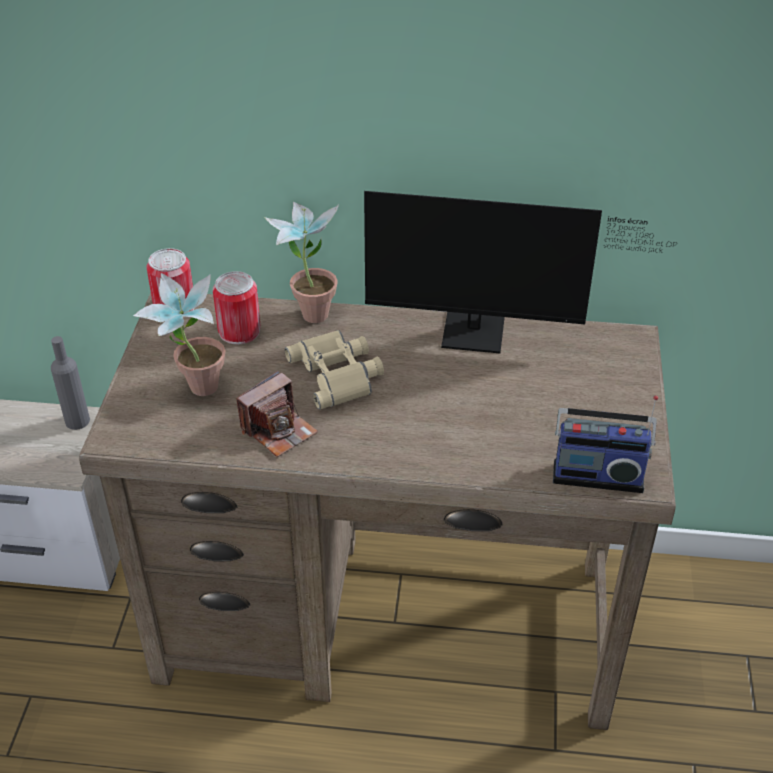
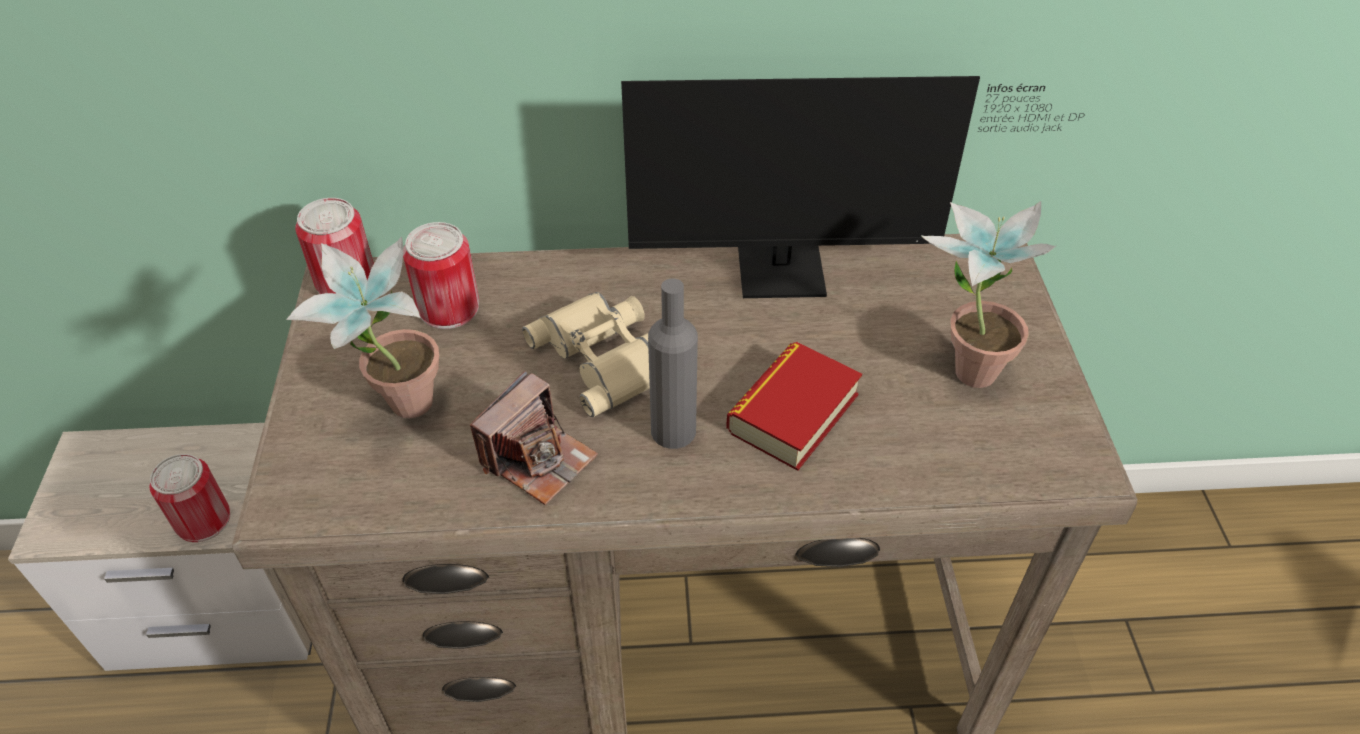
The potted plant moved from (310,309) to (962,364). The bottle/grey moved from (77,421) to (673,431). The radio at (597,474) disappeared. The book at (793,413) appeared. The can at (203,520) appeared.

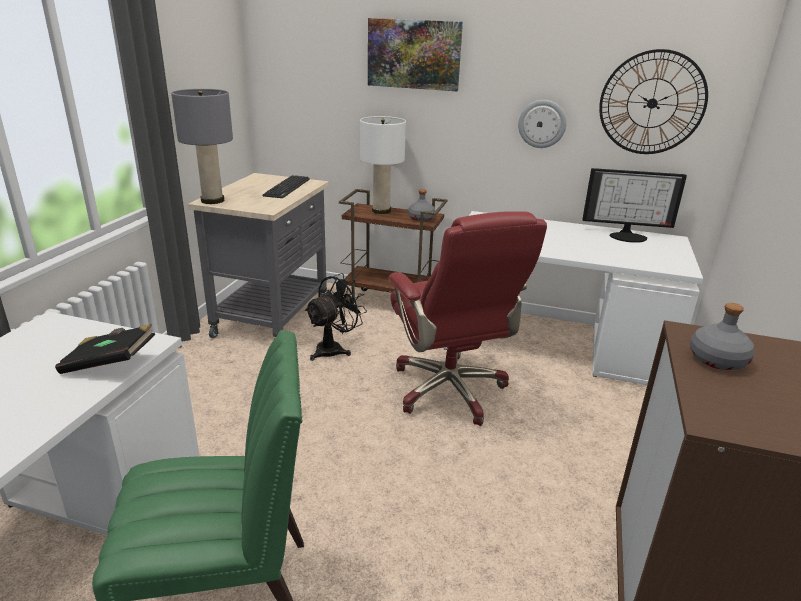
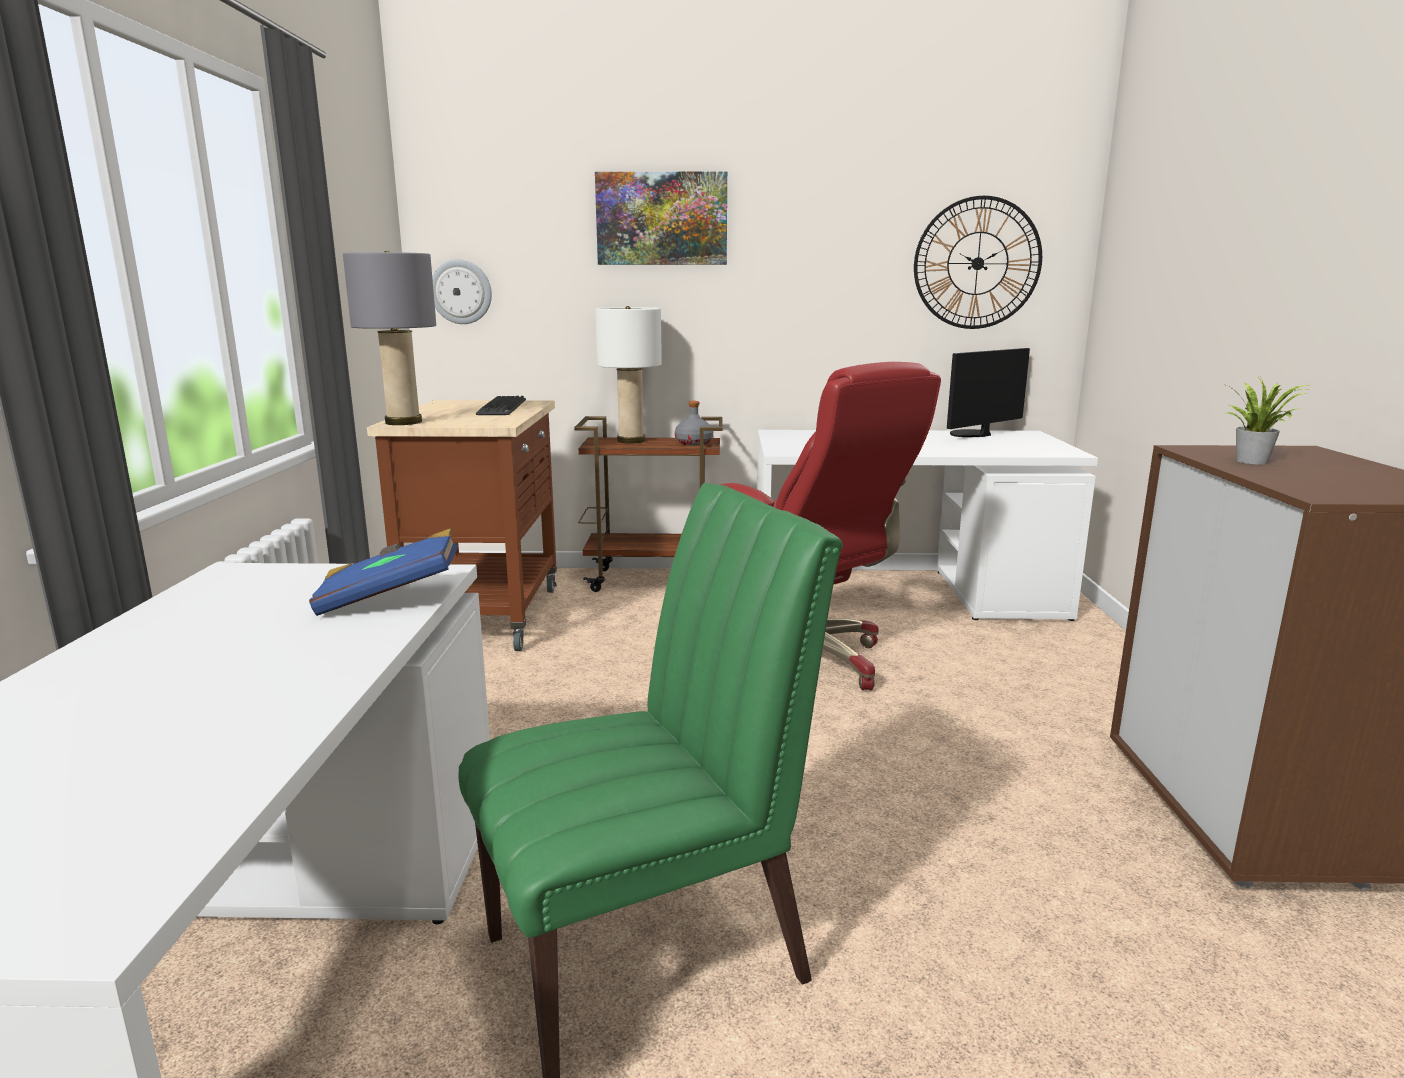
The wall clock moved from (542,124) to (461,292). The monitor at (628,236) turned 150 degrees clockwise. The cart/grey at (271,318) became the cart/brown at (484,616). The fan/black at (334,349) disappeared. The bottle/grey at (716,359) was replaced by the potted plant at (1254,461). The book/black at (110,363) became the book/blue at (390,598).

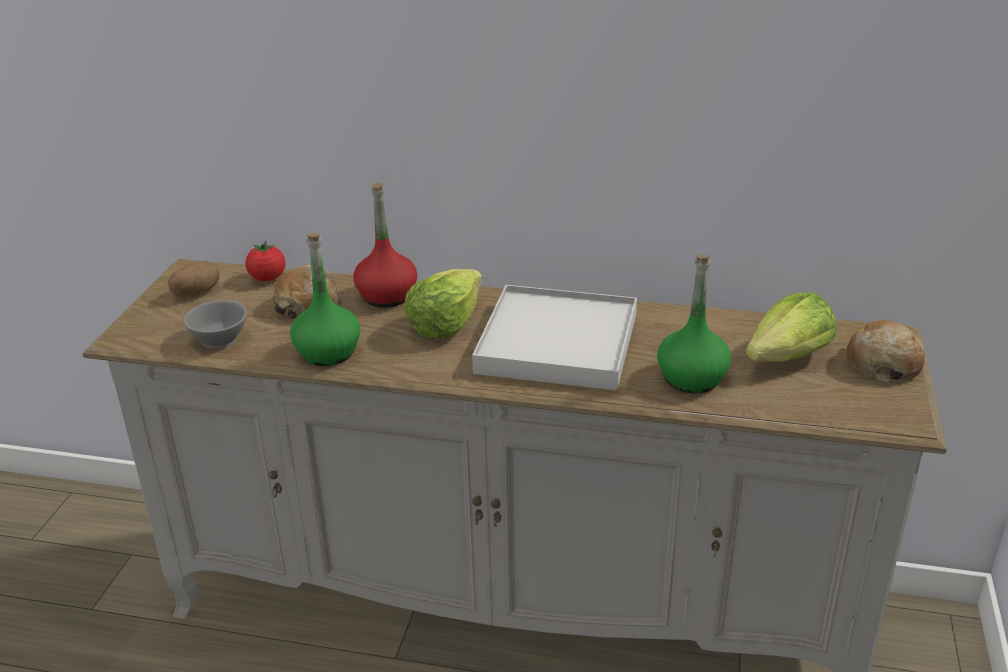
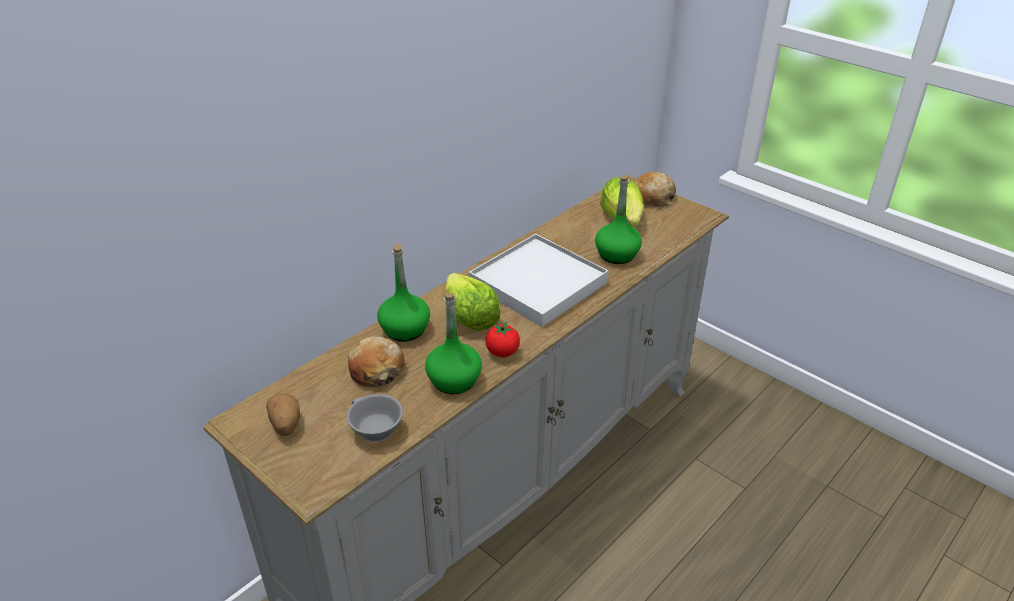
The bottle/red at (387,296) became the bottle/green at (405,330). The tomato moved from (267,278) to (502,352).

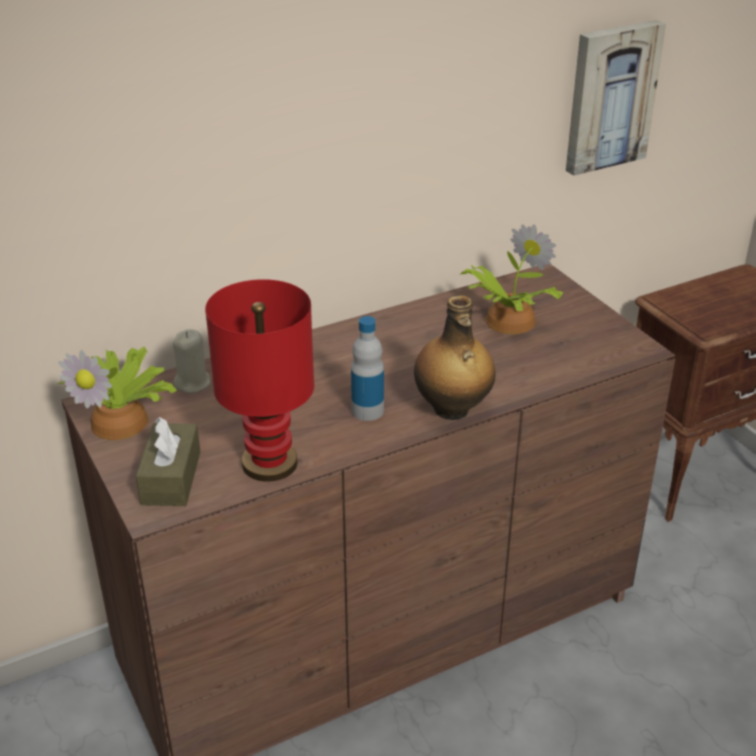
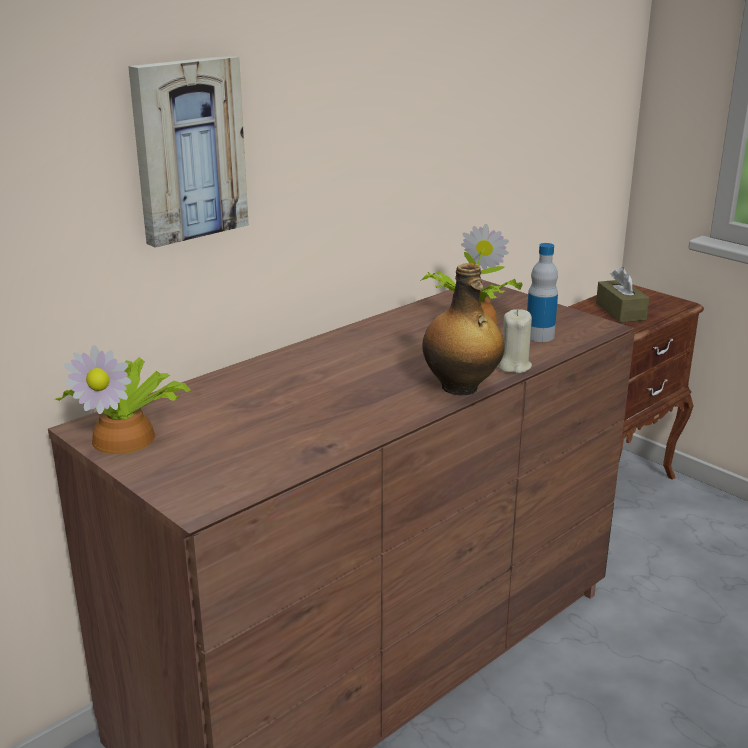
The picture moved from (610,96) to (187,149). The table lamp/red at (270,464) disappeared. The bottle moved from (367,411) to (539,336). The candle/beige moved from (192,383) to (513,366). The tissue box/brown moved from (171,478) to (620,311).

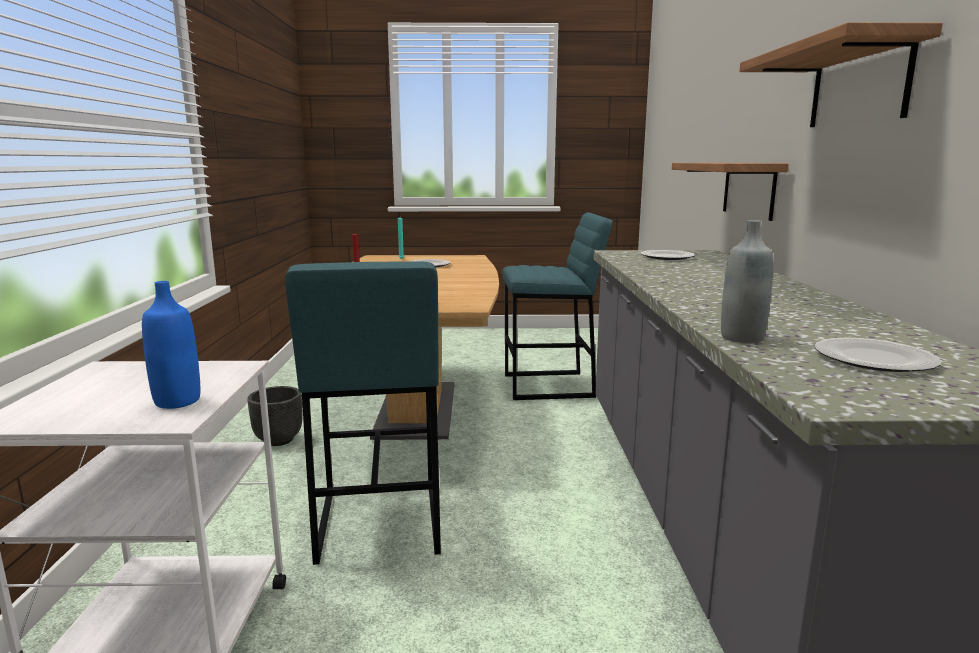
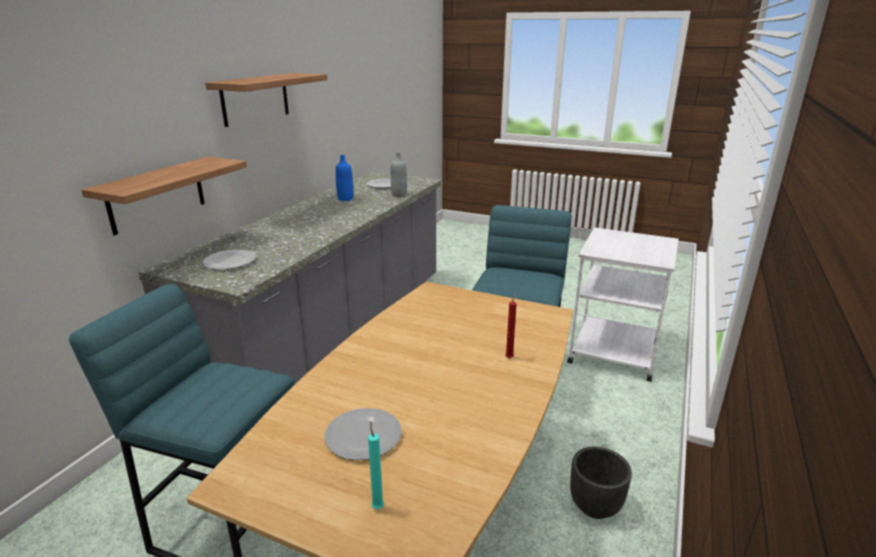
The bottle/blue moved from (177,401) to (345,199).

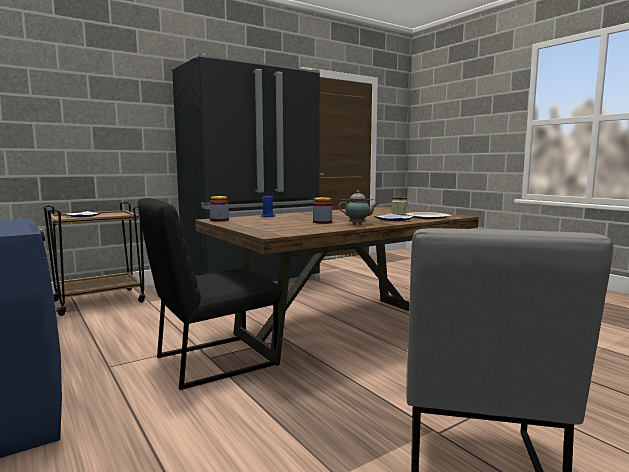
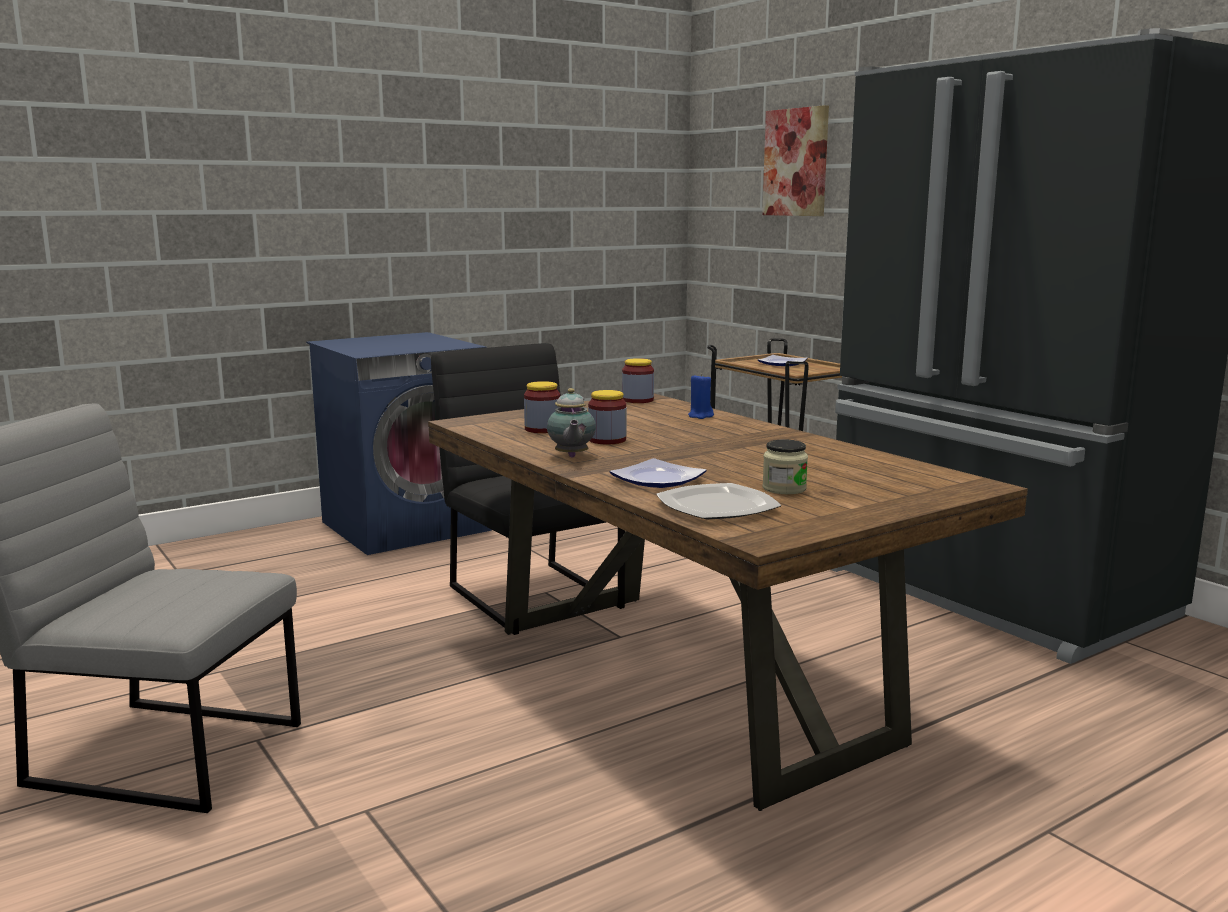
The picture at (796,162) appeared. The jar at (542,429) appeared.

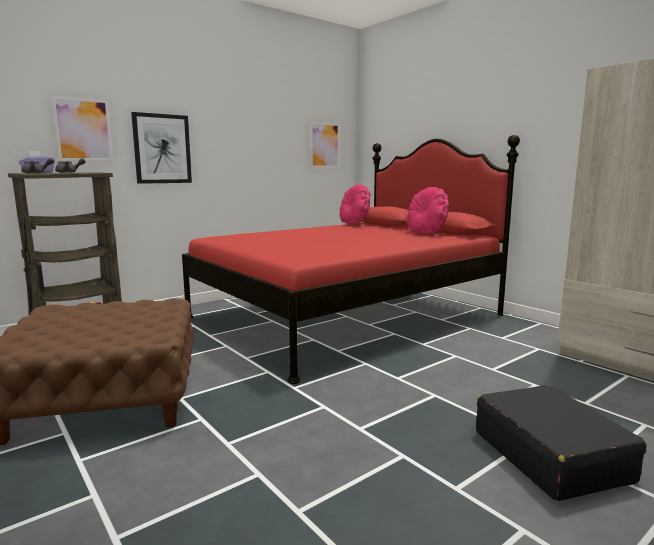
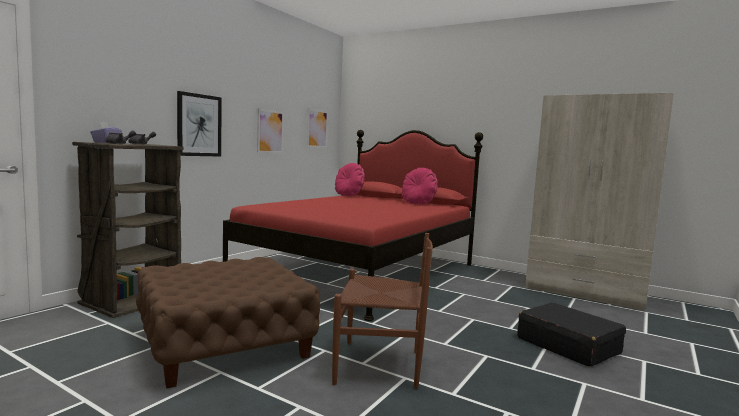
The picture moved from (83,130) to (270,131). The chair/brown at (380,366) appeared.

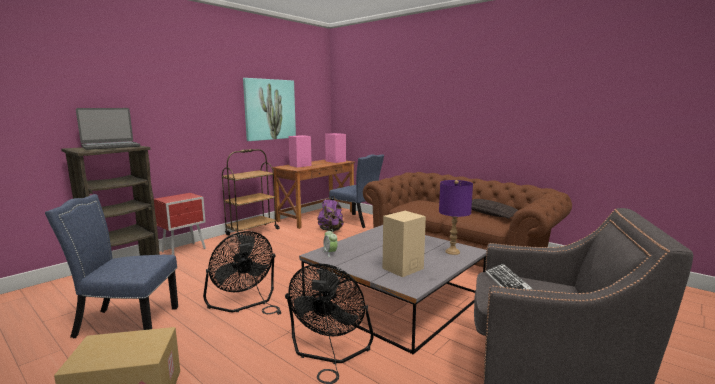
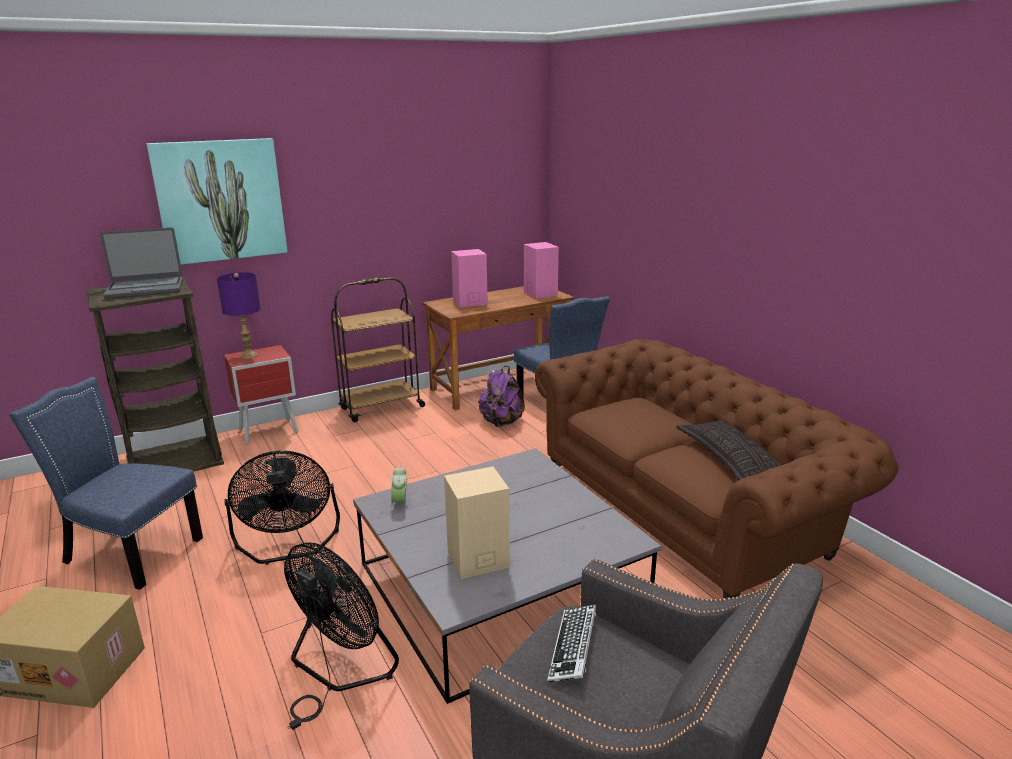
The picture moved from (269,109) to (220,200). The table lamp/purple moved from (452,252) to (249,355).

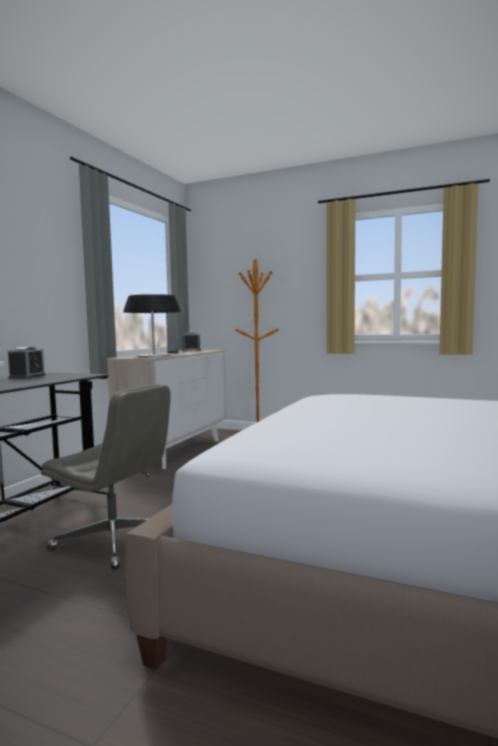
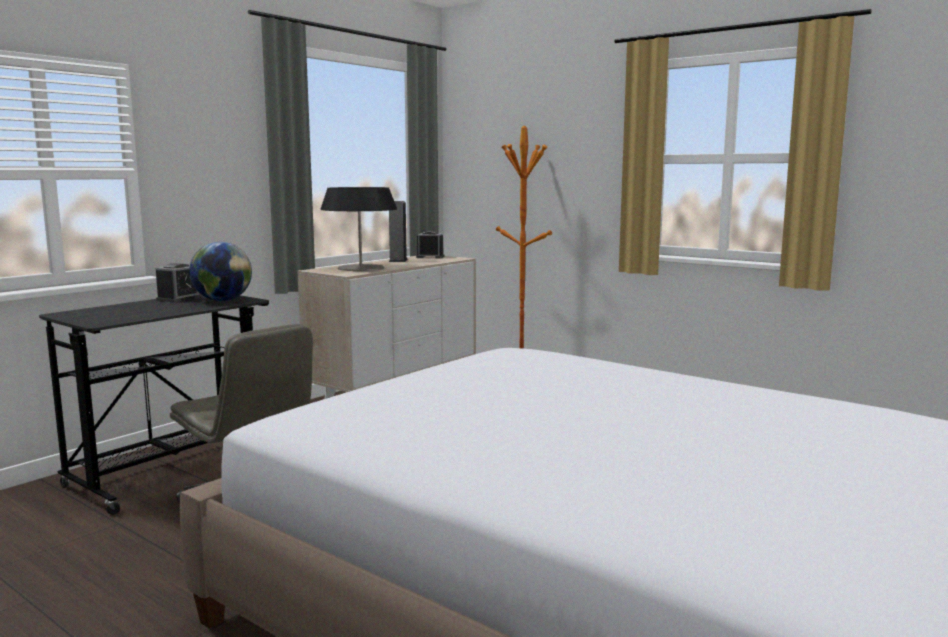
The globe at (222,300) appeared.

